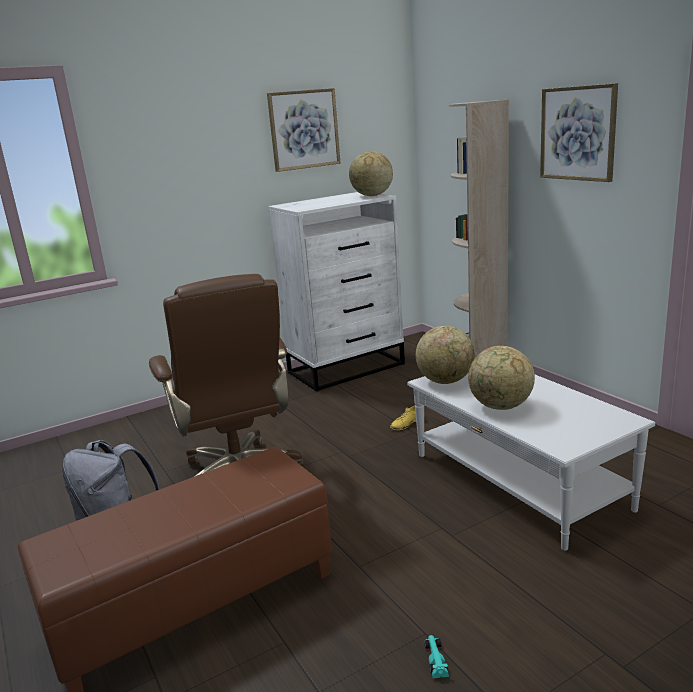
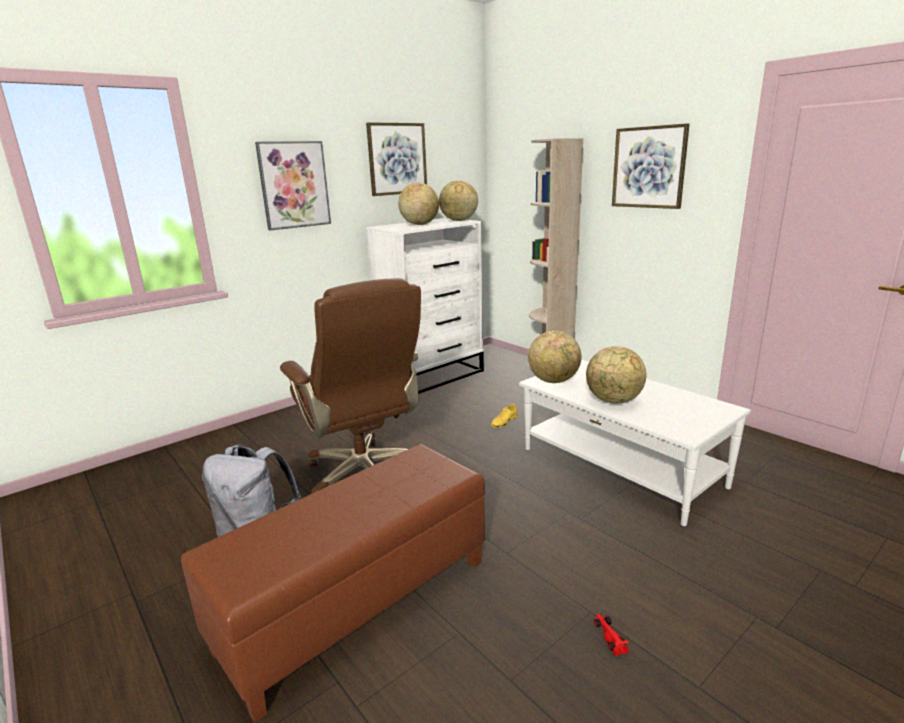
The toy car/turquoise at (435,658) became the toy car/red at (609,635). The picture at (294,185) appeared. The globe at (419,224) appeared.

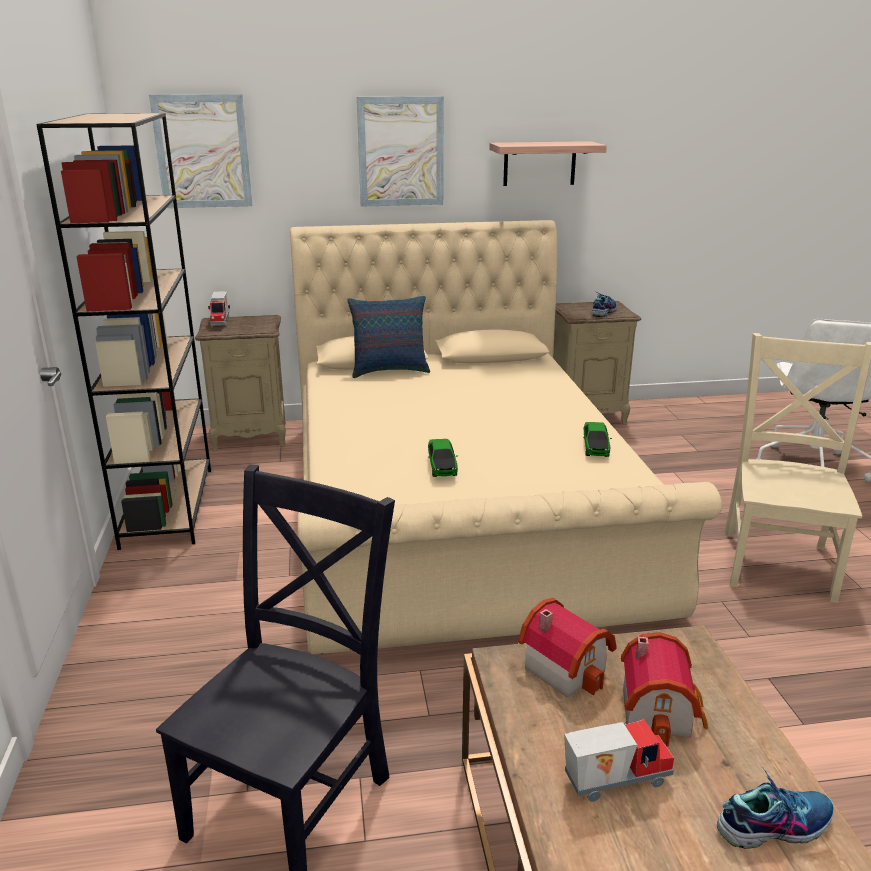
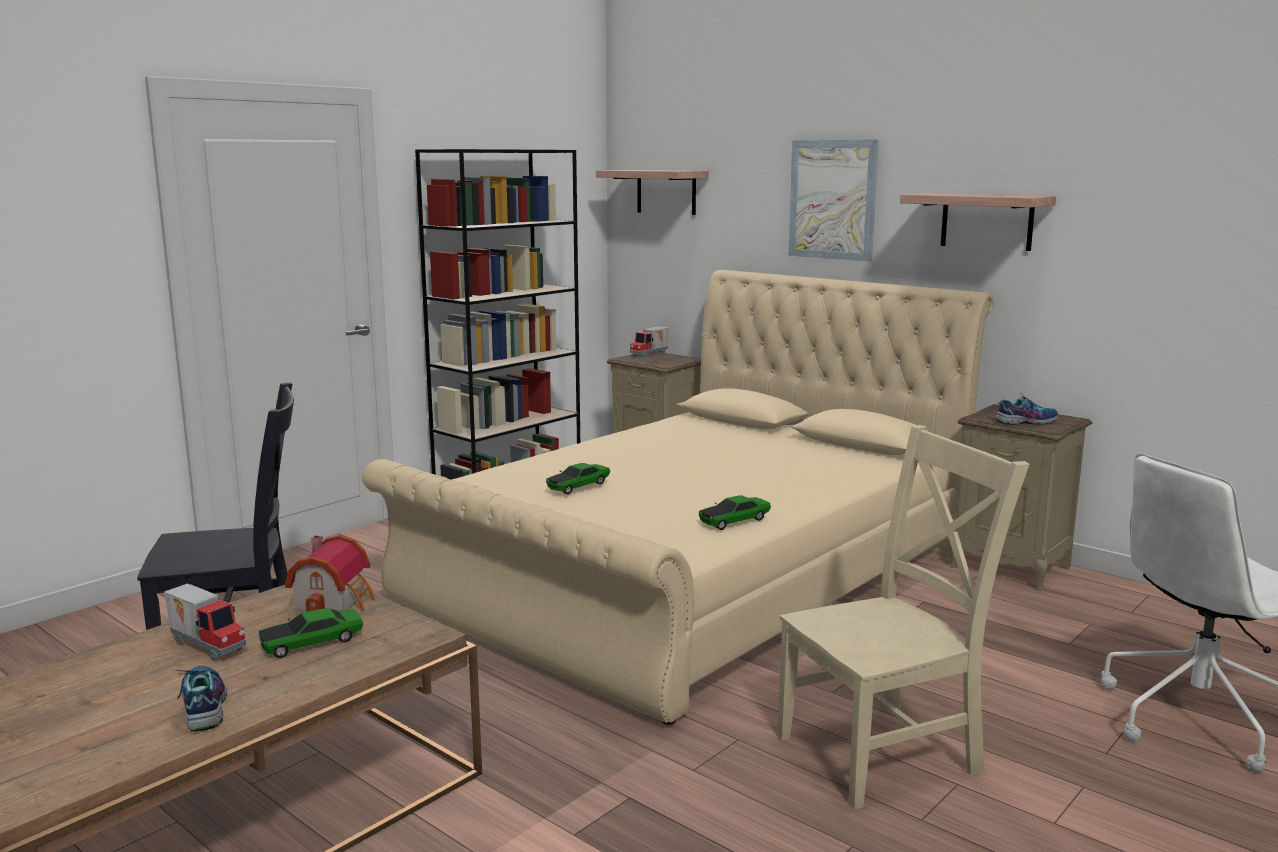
The picture at (202,152) was replaced by the shelf at (666,192). The pillow/blue at (390,371) disappeared. The toy house at (661,710) was replaced by the toy car at (312,643). The shoe at (773,824) turned 150 degrees counterclockwise.

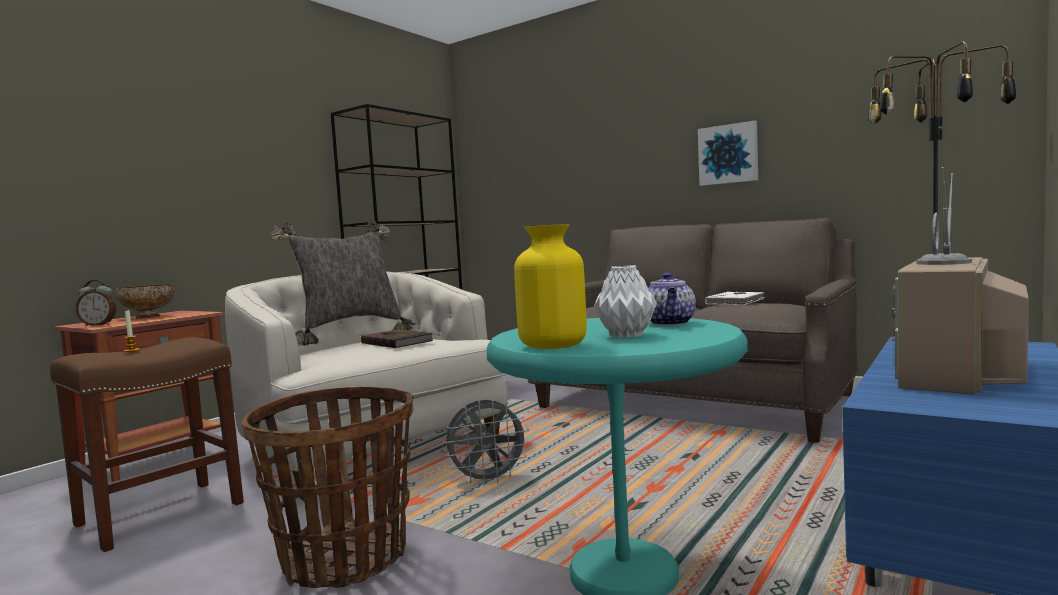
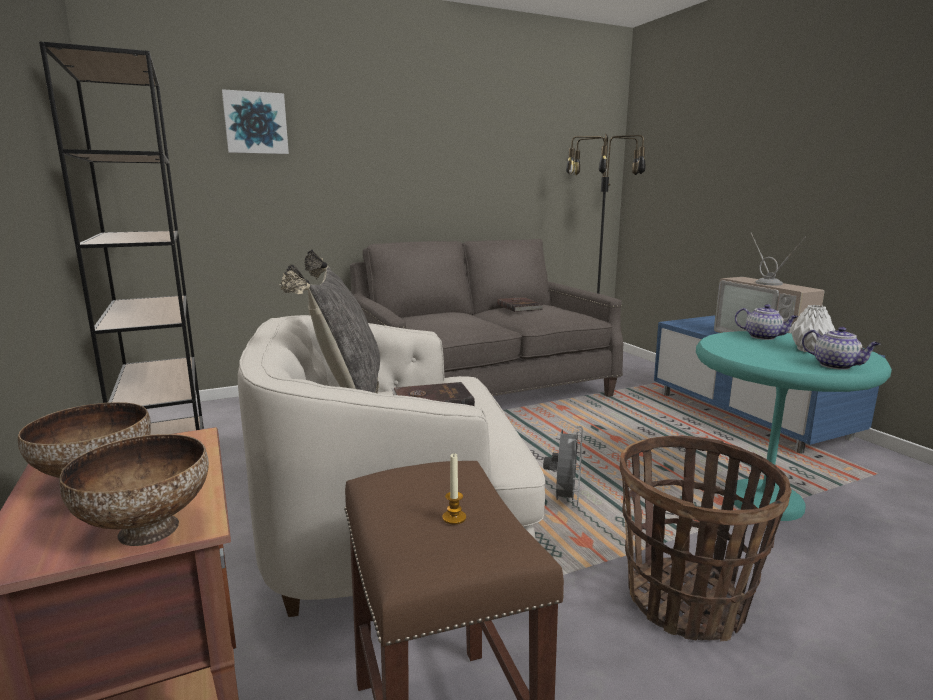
The picture moved from (728,154) to (255,123). The vase/yellow at (553,345) was replaced by the teapot at (836,366). The alarm clock at (99,325) was replaced by the bowl at (147,529). The book/white at (736,301) became the book/brown at (520,306).

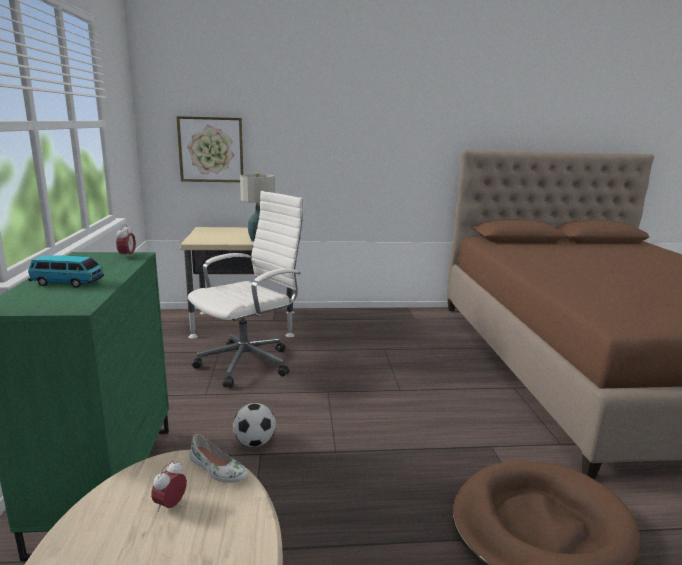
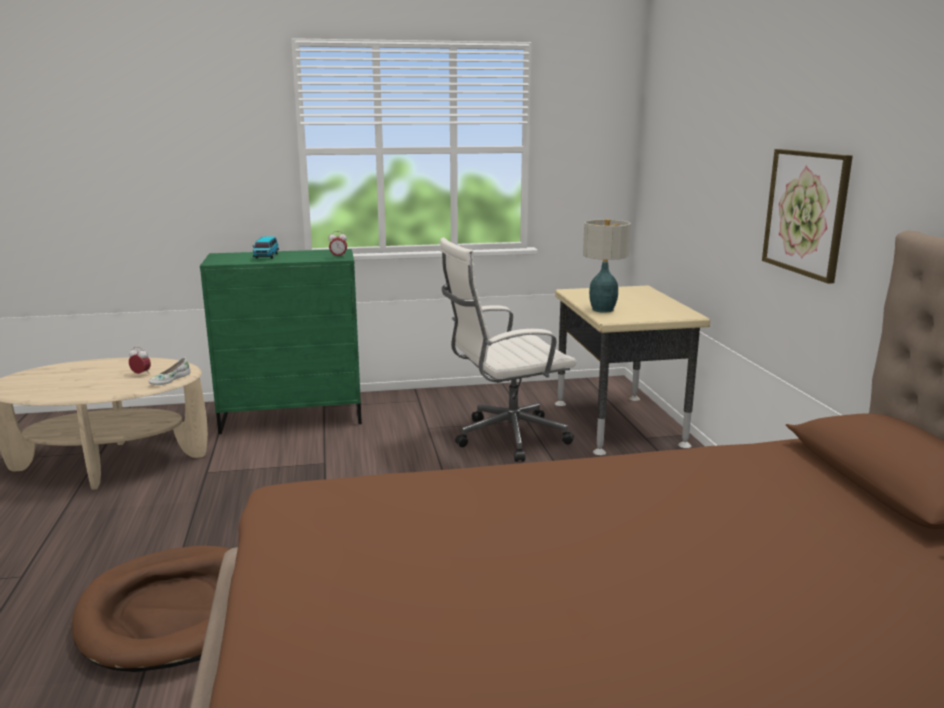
The picture moved from (211,149) to (806,212). The office chair/white at (249,362) turned 120 degrees clockwise. The football at (255,442) disappeared.

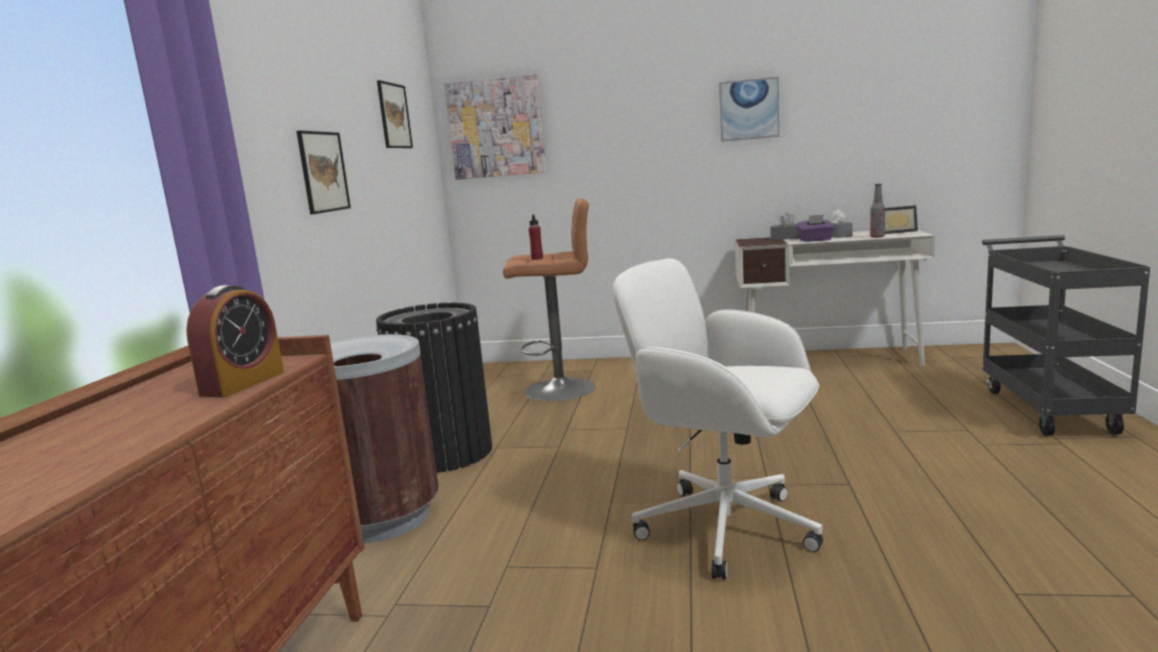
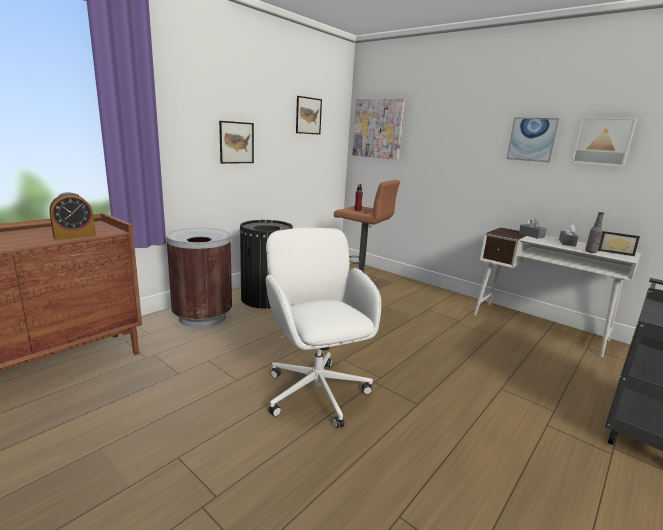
The tissue box/purple at (815,240) disappeared. The picture at (603,141) appeared.

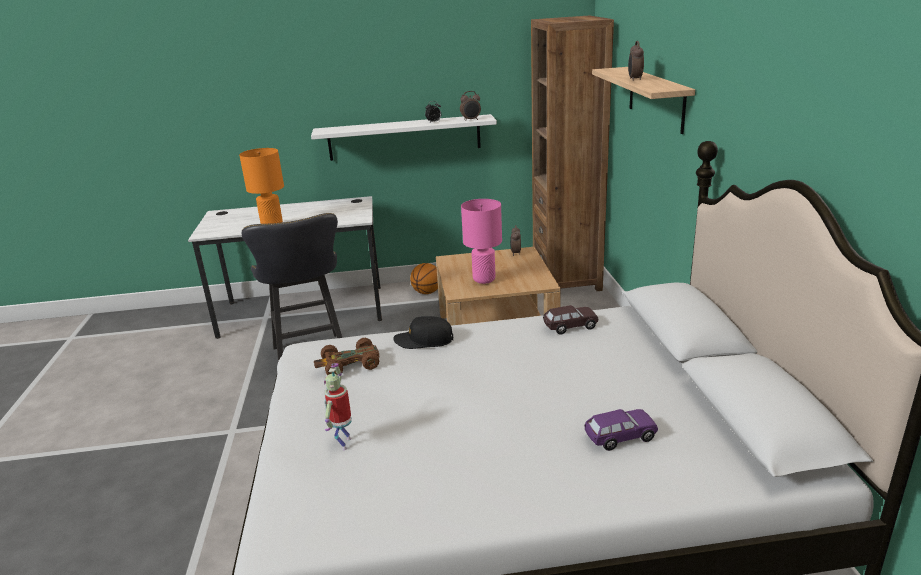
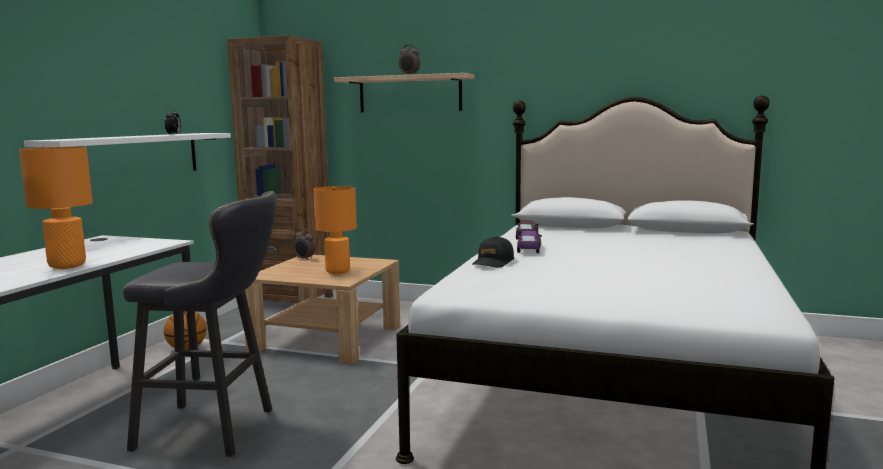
The alarm clock at (471,120) disappeared. The table lamp/pink at (484,281) became the table lamp/orange at (338,272). The toy car/brown at (349,364) disappeared. The toy robot at (343,443) disappeared. The toy car/purple moved from (620,437) to (529,250).

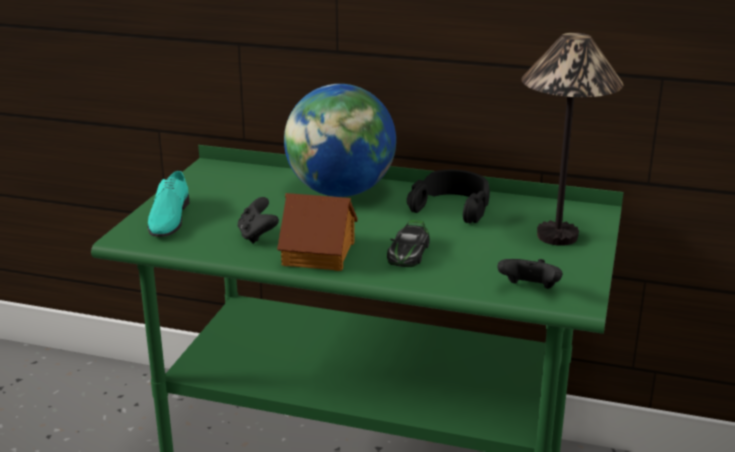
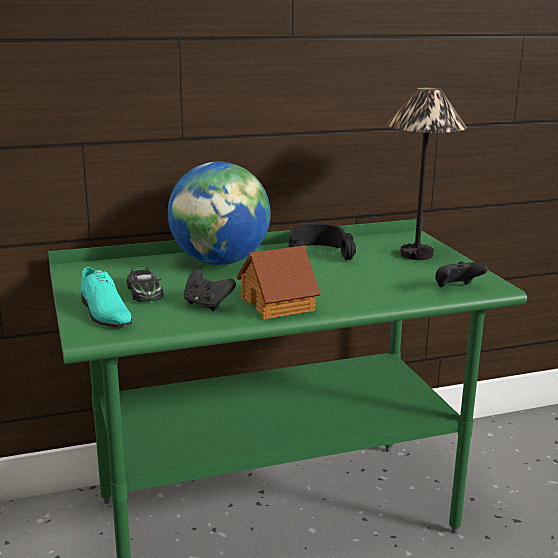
The toy car moved from (408,252) to (144,291).

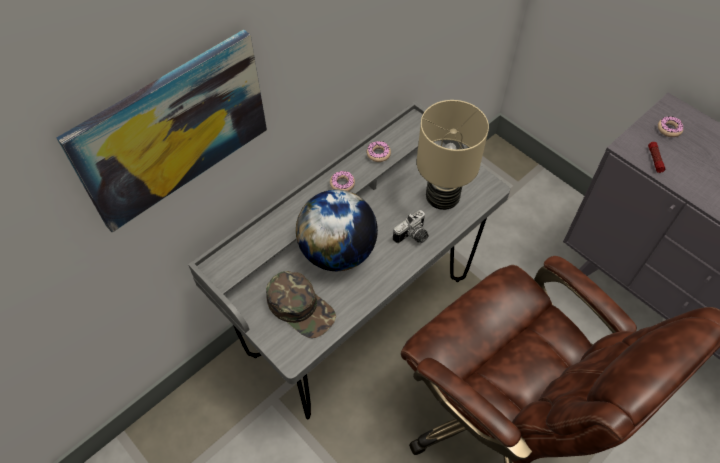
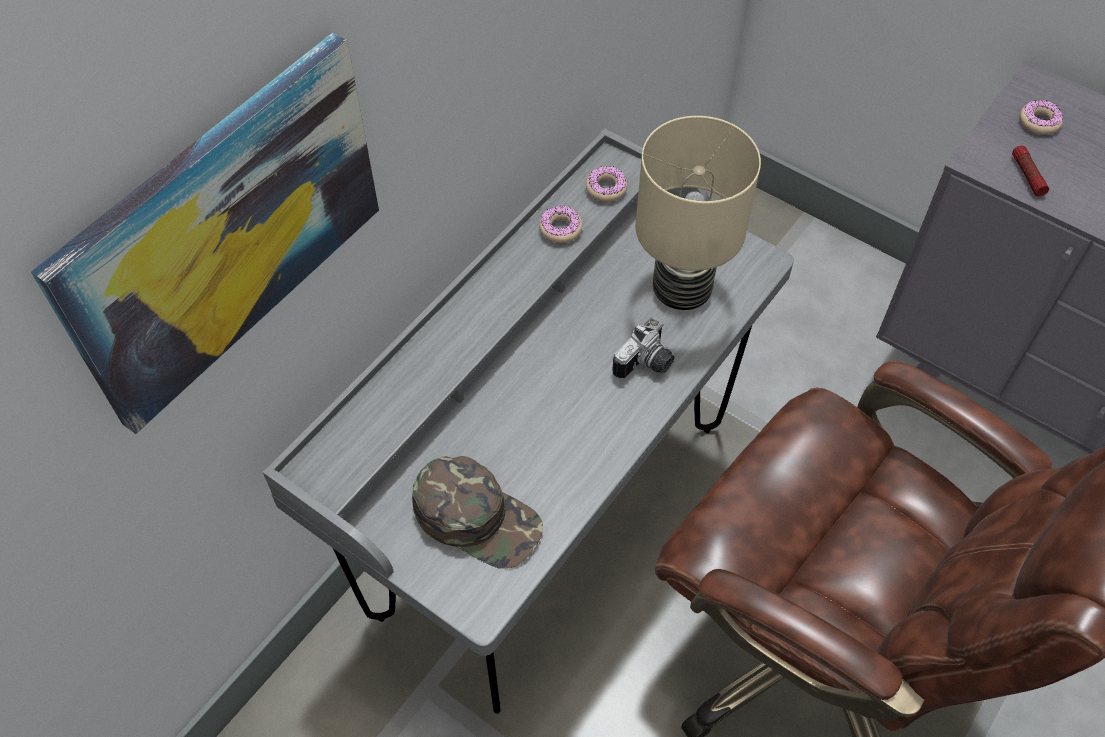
The donut moved from (342,184) to (606,188). The globe at (338,252) disappeared.

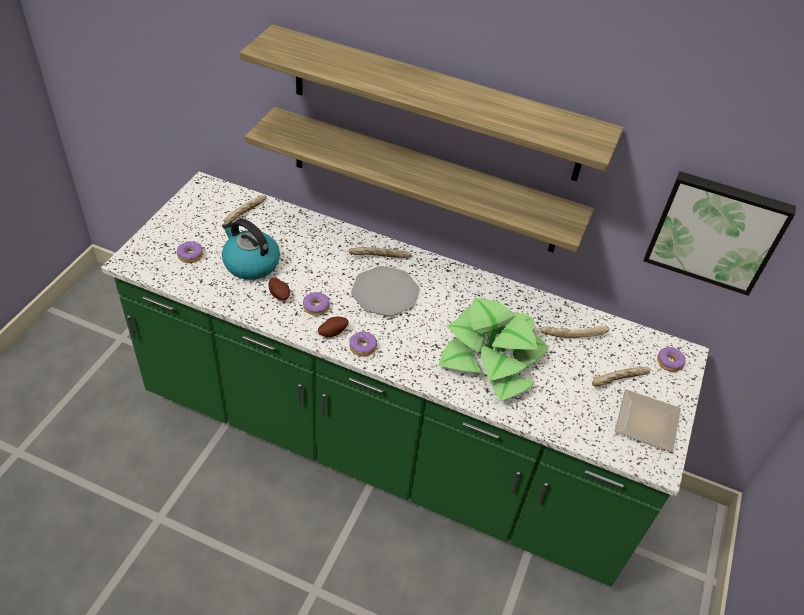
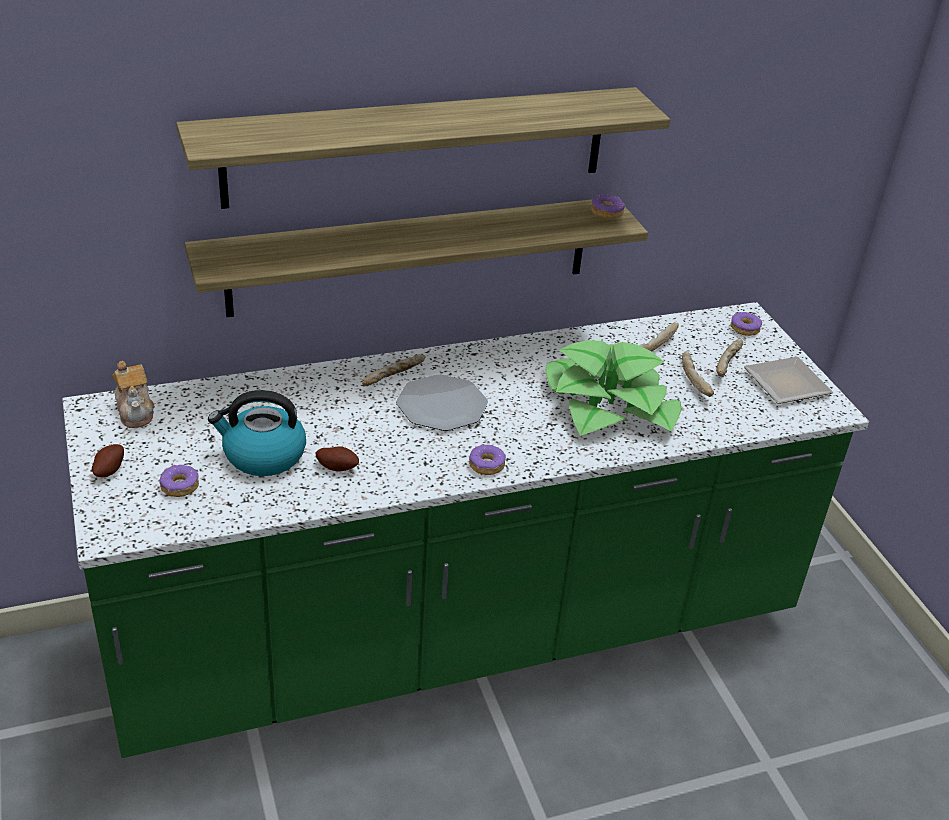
The picture at (716,231) disappeared. The bread moved from (246,214) to (696,380). The donut moved from (316,307) to (606,212). The potato moved from (332,332) to (108,470). The teapot at (136,411) appeared.

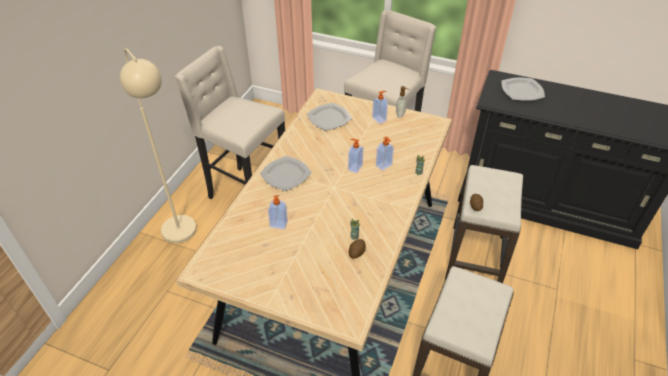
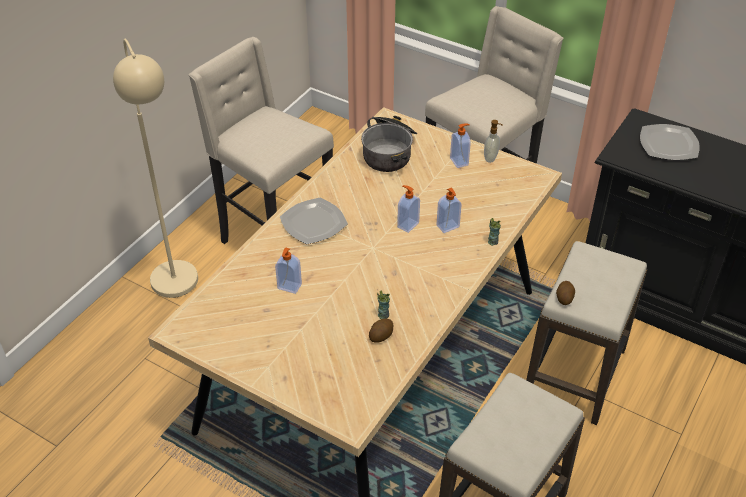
The plate at (328,118) was replaced by the cooking pot at (389,152).

